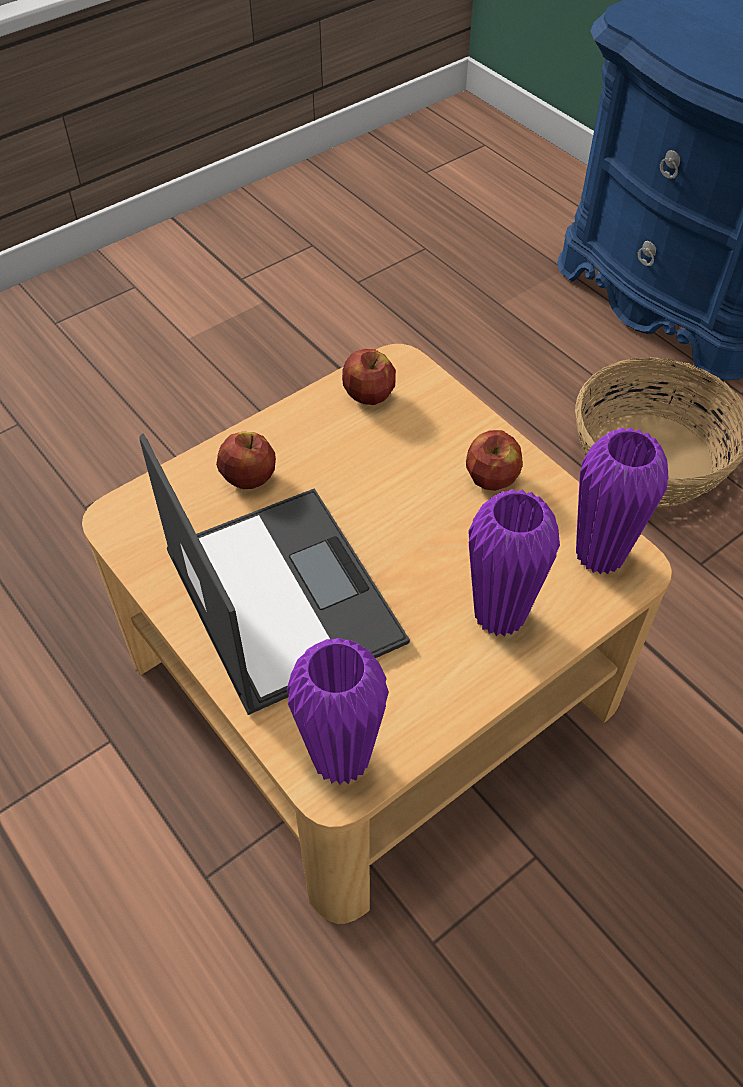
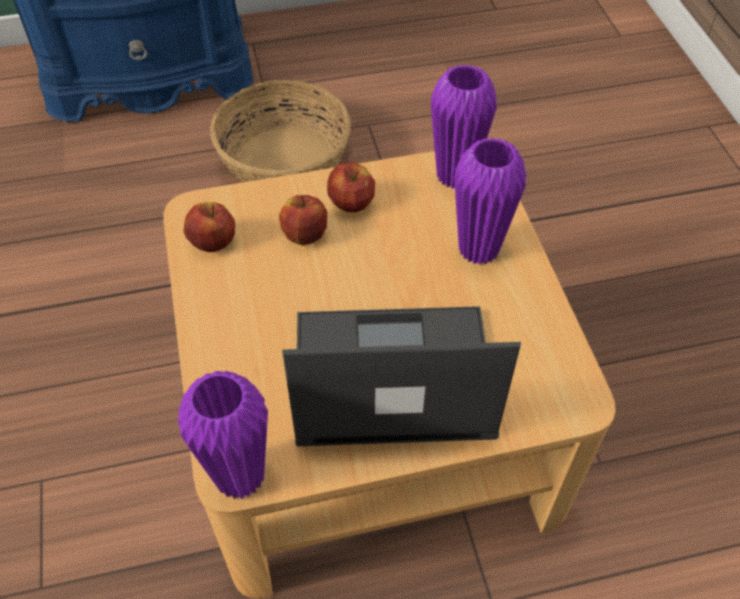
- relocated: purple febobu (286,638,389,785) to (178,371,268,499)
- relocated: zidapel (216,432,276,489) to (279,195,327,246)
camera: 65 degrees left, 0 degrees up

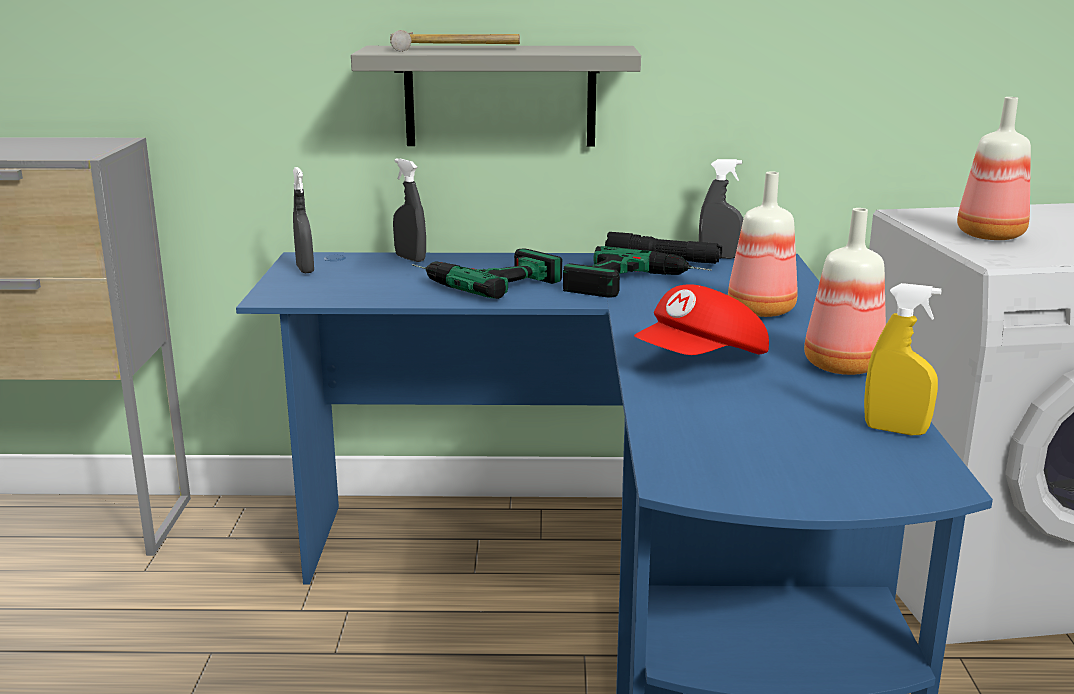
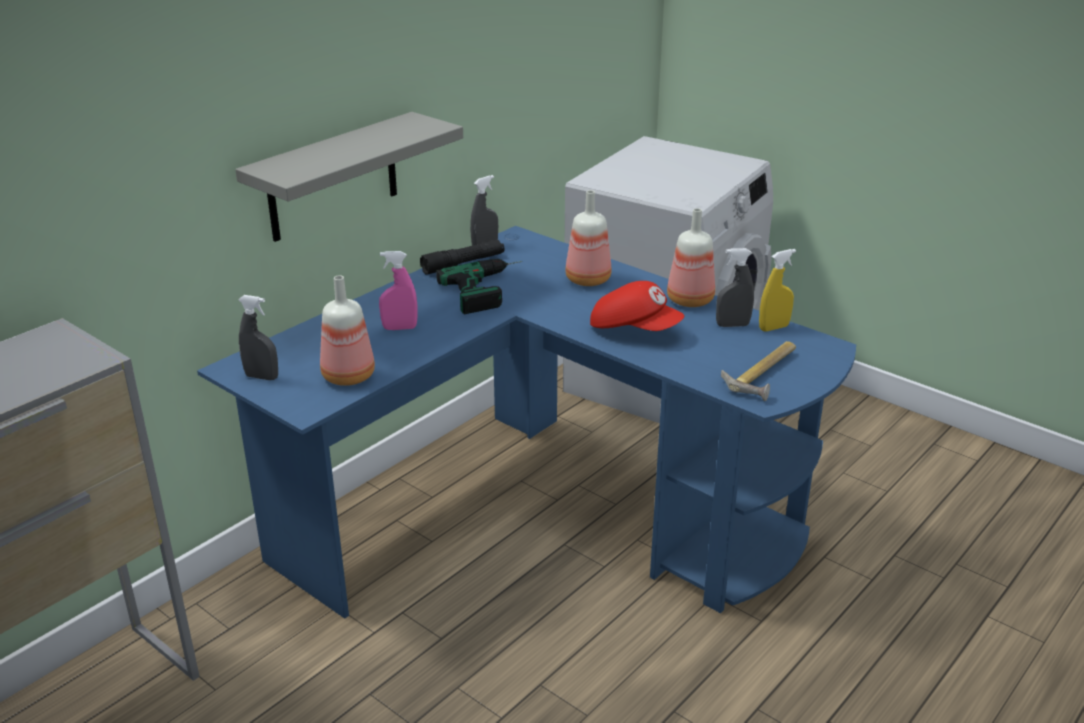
- relocated: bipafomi (957,97,1031,240) to (320,275,375,386)
- exchanged: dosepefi (412,249,562,299) to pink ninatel (379,251,418,330)
- spun: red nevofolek (634,284,769,355) = (590,281,684,331) 60 degrees counterclockwise
- relocated: grey ninatel (393,158,426,262) to (716,248,754,327)
- relocated: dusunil (390,30,520,52) to (721,341,796,401)
camera: 50 degrees left, 10 degrees up

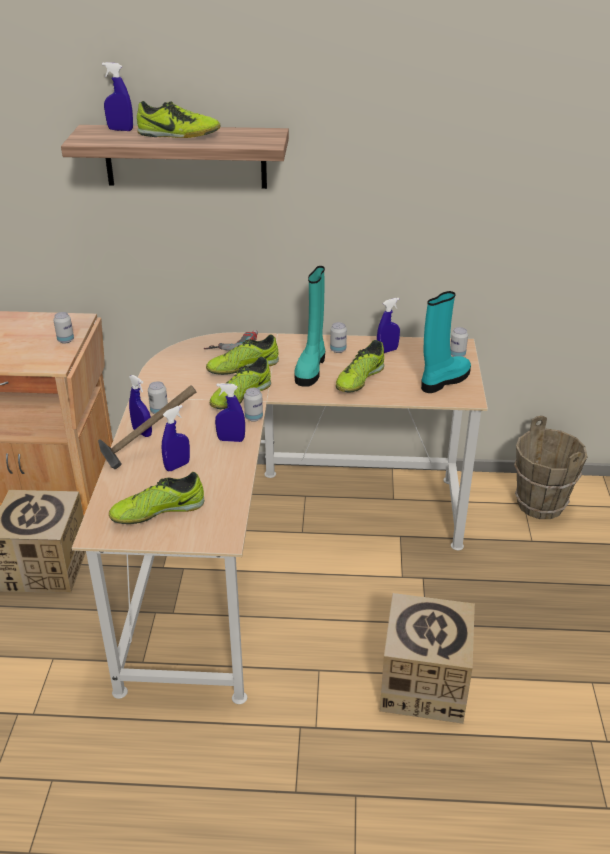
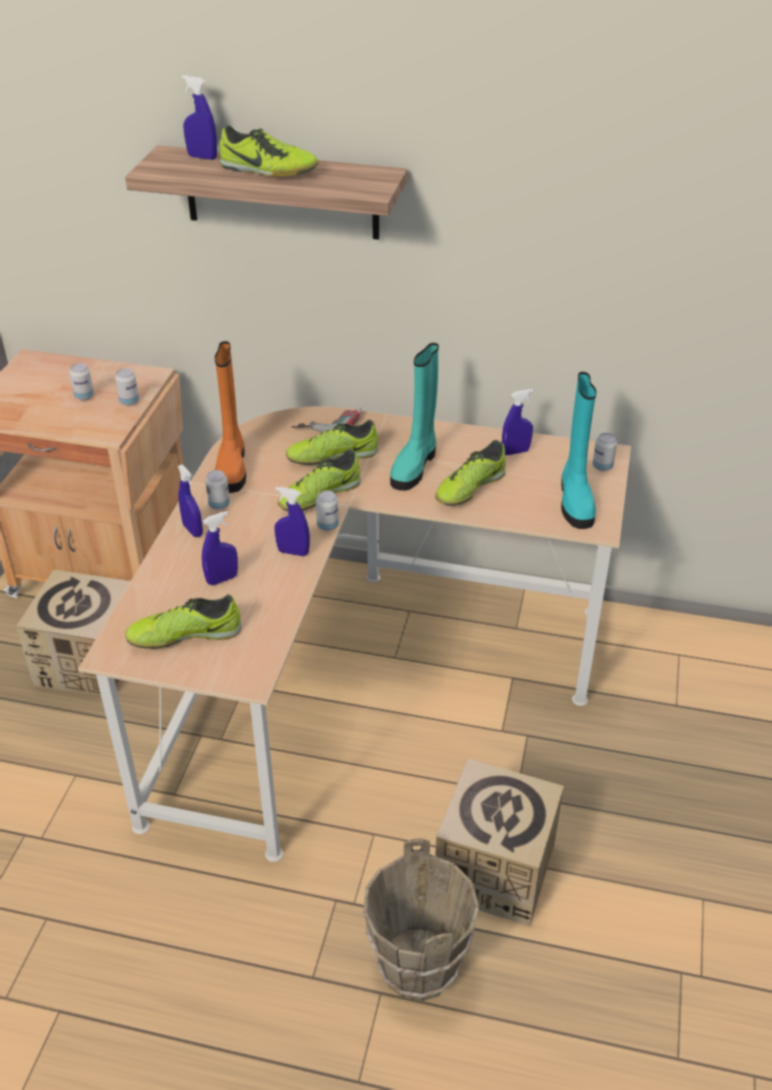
- relocated: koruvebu (330,322,347,353) to (69,363,94,401)
- appeared: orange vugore (215,341,246,493)
- relocated: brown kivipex (514,416,587,519) to (363,839,479,1001)
- spun: turquoise vugore (421,291,471,393) = (561,372,597,529) 120 degrees clockwise
- missing: dusunil (98,385,196,469)
camera: 10 degrees right, 5 degrees up

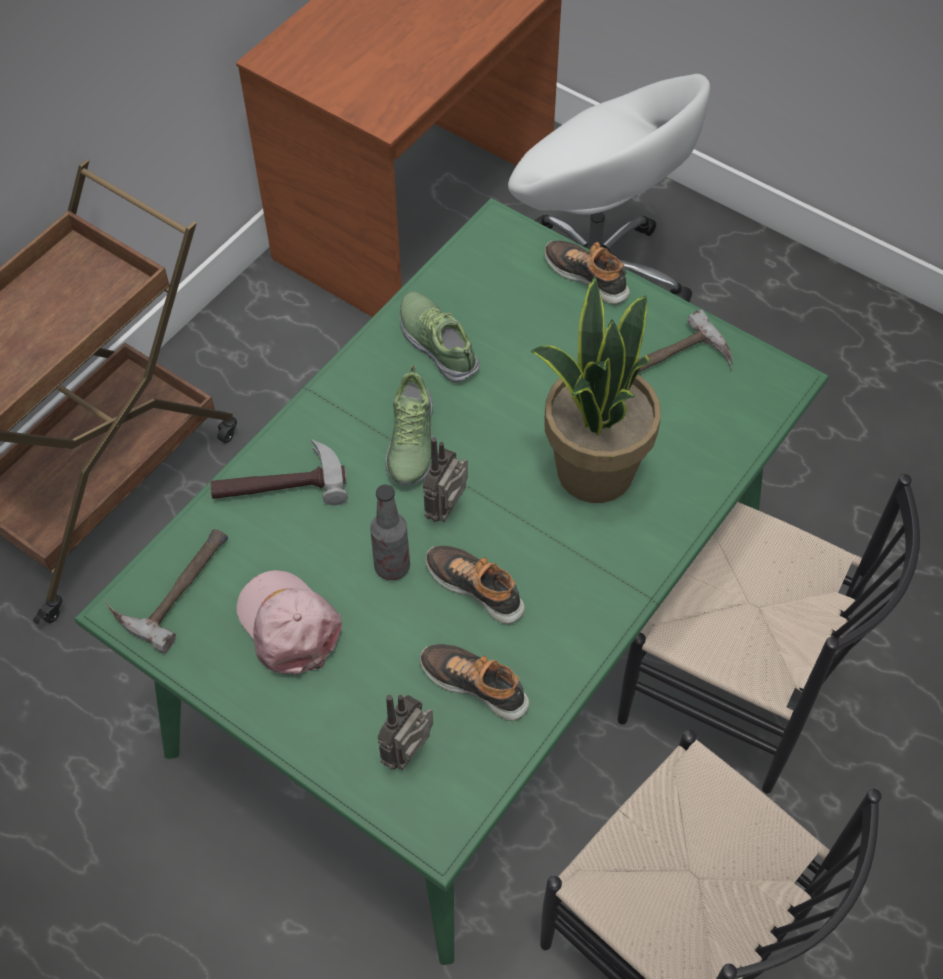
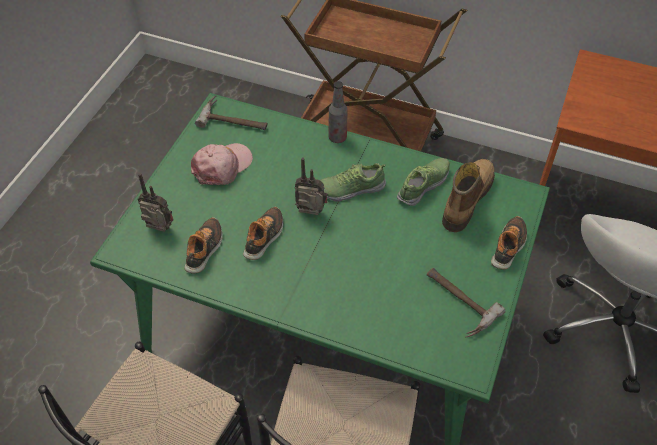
- relocated: bipafomi (370,485,410,580) to (328,81,347,143)
- appeared: vugore (442,159,495,232)
- missing: dusunil (210,440,348,505)
- missing: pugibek (530,276,661,503)
camera: 75 degrees right, 5 degrees down

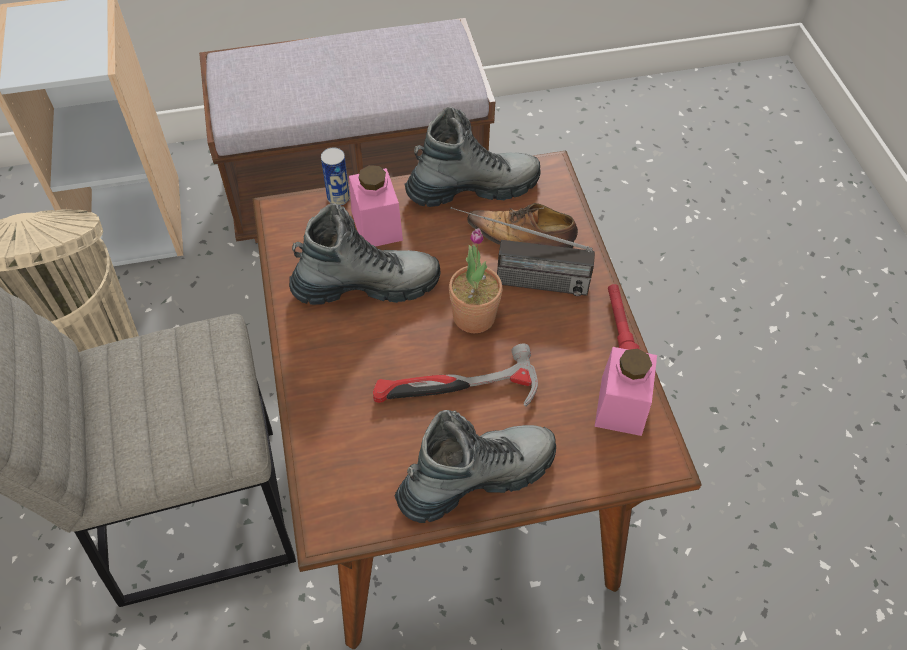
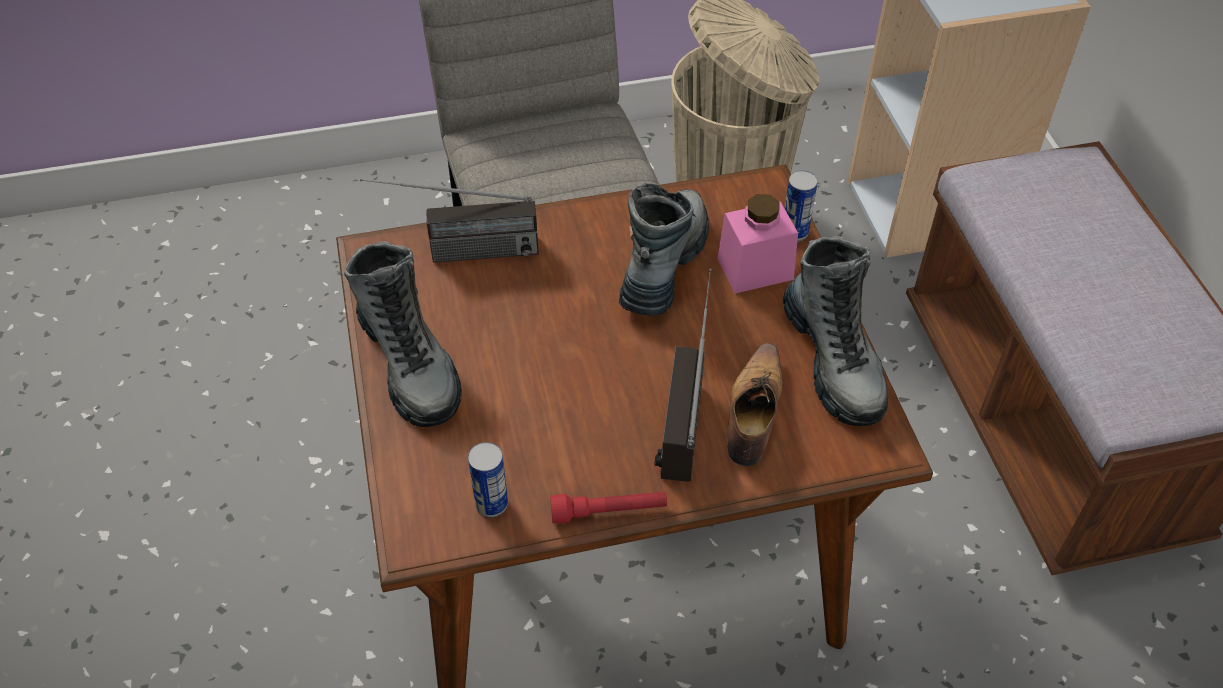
- appeared: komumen (360,179,539,263)
- exchanged: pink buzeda (595,347,657,436) to koruvebu (468,442,508,518)
- spun: vugore (289,203,441,305) = (619,183,709,316) 150 degrees counterclockwise
- missing: dusunil (373,344,538,407)
- missing: pugibek (449,228,502,333)
camera: 90 degrees right, 5 degrees down

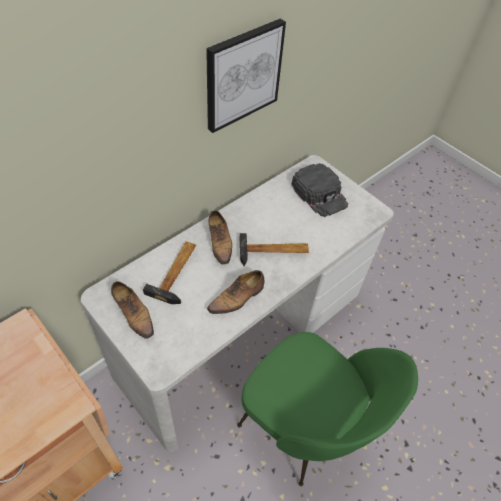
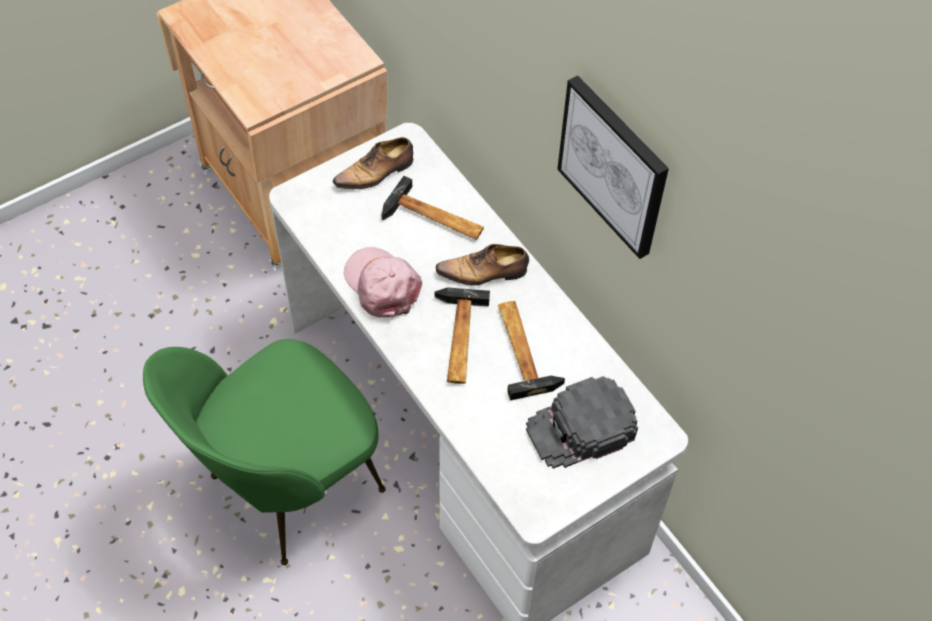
- exchanged: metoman (207,270,265,314) to pink nevofolek (344,247,422,318)
- appeared: dusunil (498,301,565,401)
camera: 100 degrees right, 5 degrees up

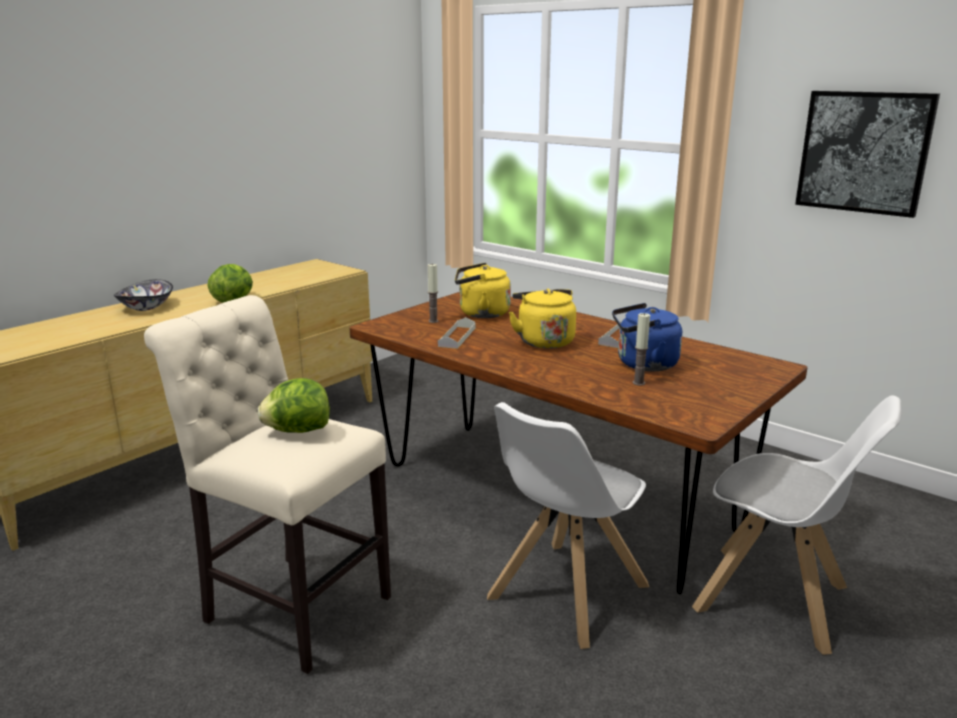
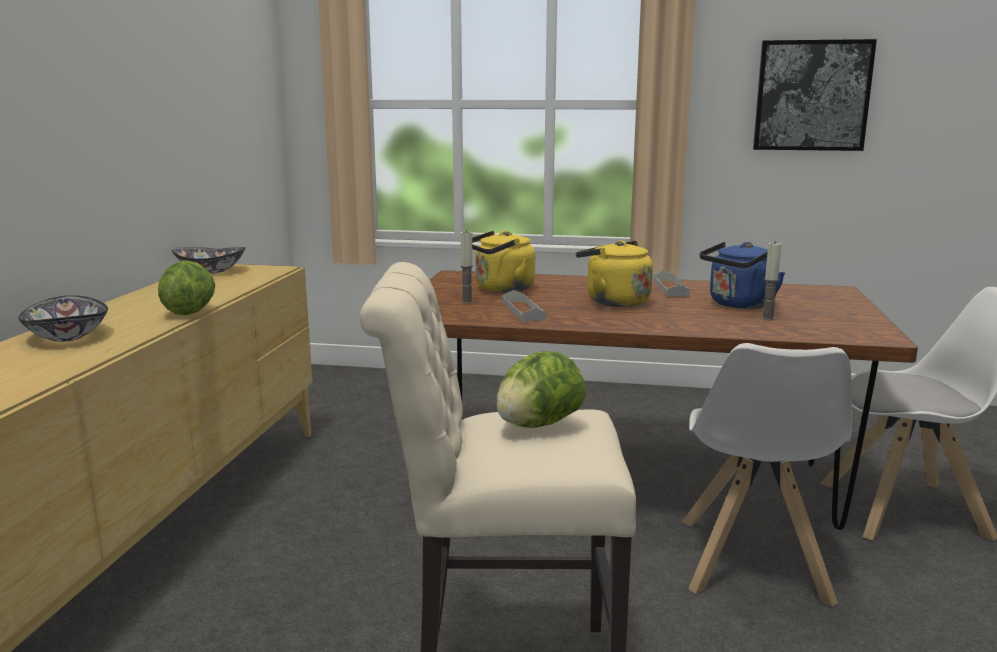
- appeared: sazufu (172,247,246,274)
camera: 30 degrees left, 5 degrees down

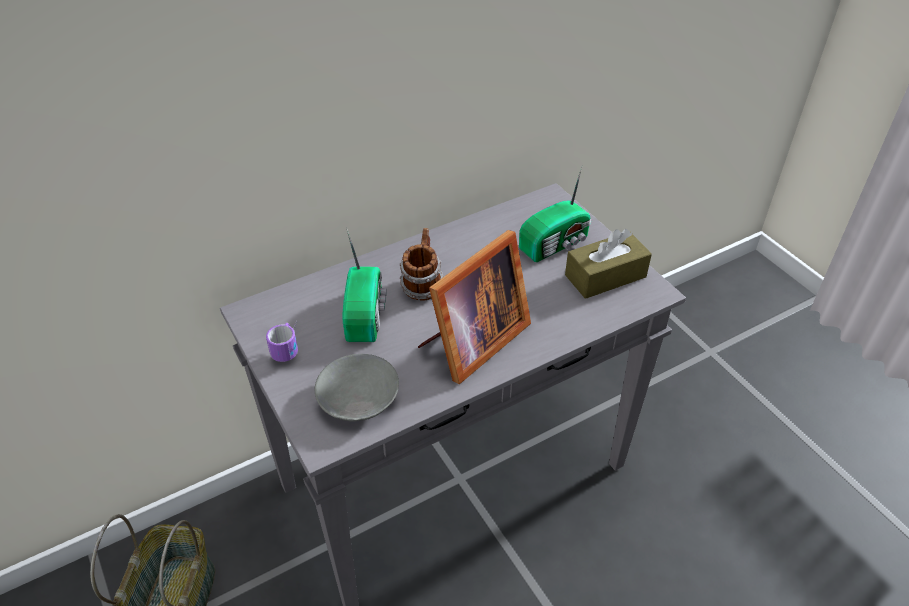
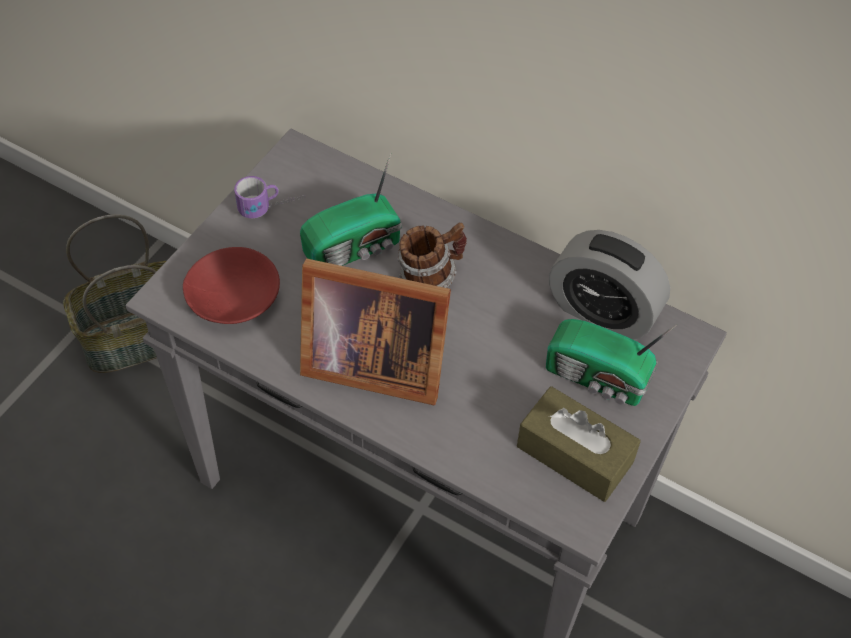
- colour: grey sazufu (315,354,399,422) to red sazufu (183,247,280,324)
- appeared: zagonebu (549,230,670,340)
camera: 60 degrees right, 10 degrees up

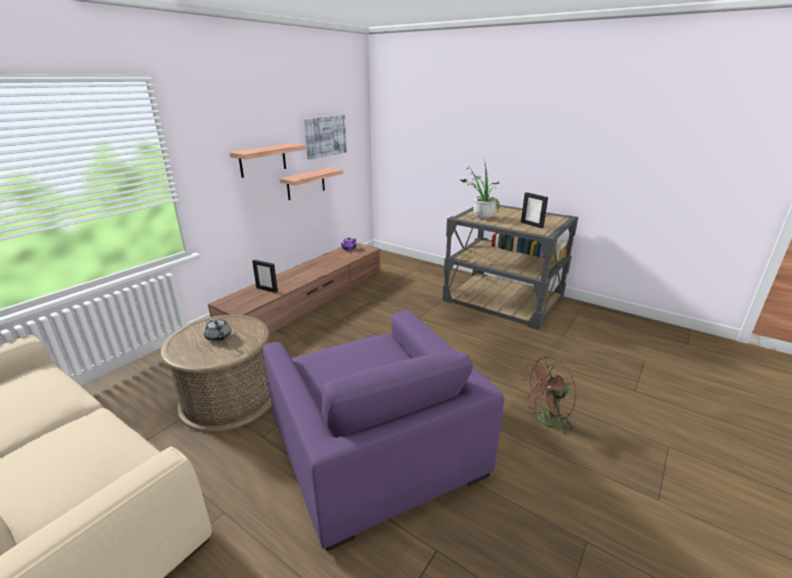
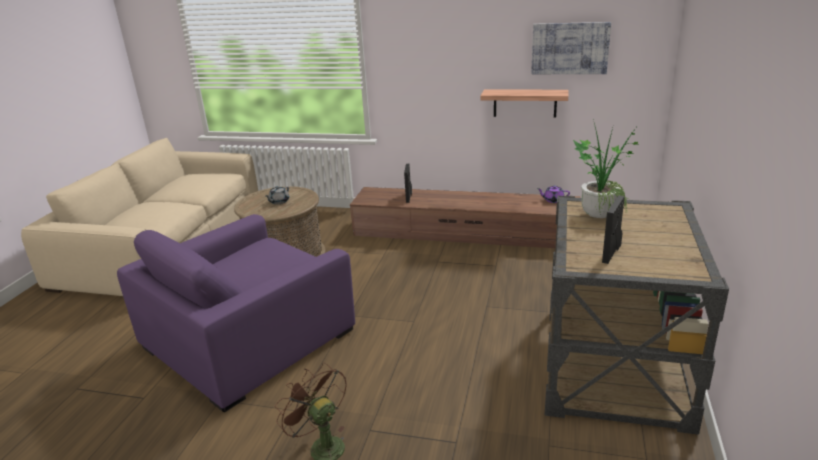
- missing: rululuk (229,143,306,178)
camera: 70 degrees right, 0 degrees up

